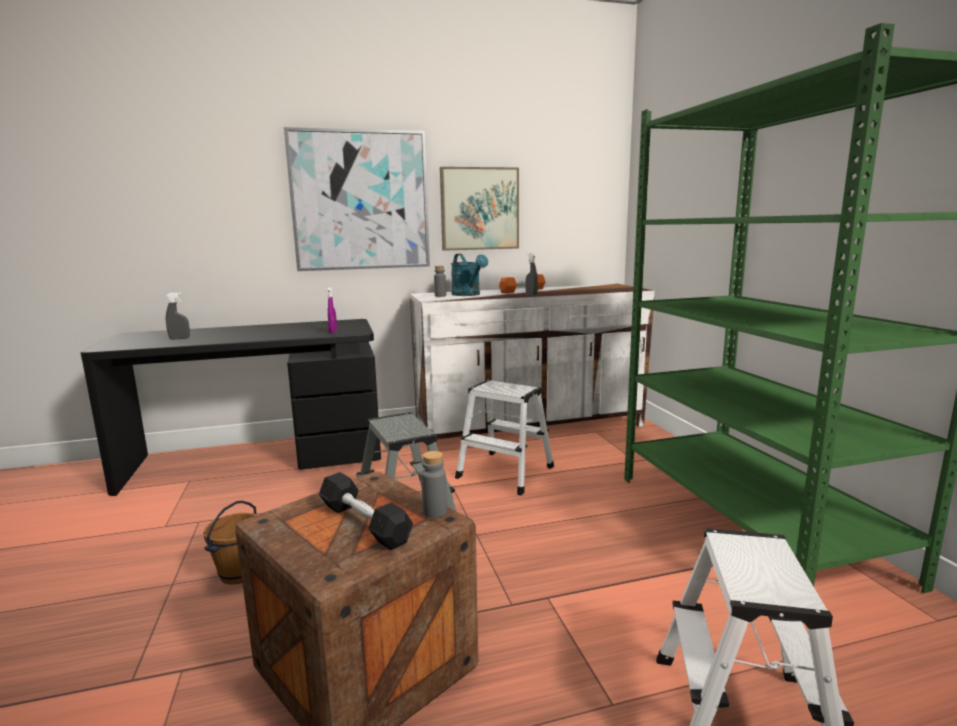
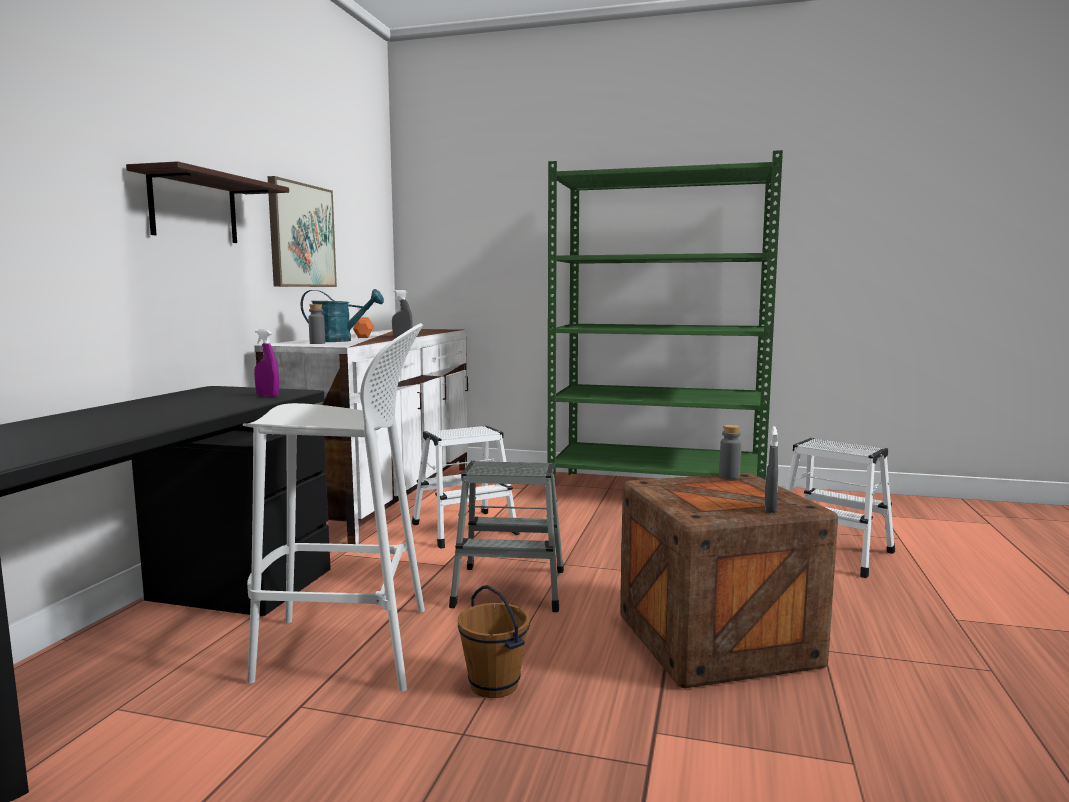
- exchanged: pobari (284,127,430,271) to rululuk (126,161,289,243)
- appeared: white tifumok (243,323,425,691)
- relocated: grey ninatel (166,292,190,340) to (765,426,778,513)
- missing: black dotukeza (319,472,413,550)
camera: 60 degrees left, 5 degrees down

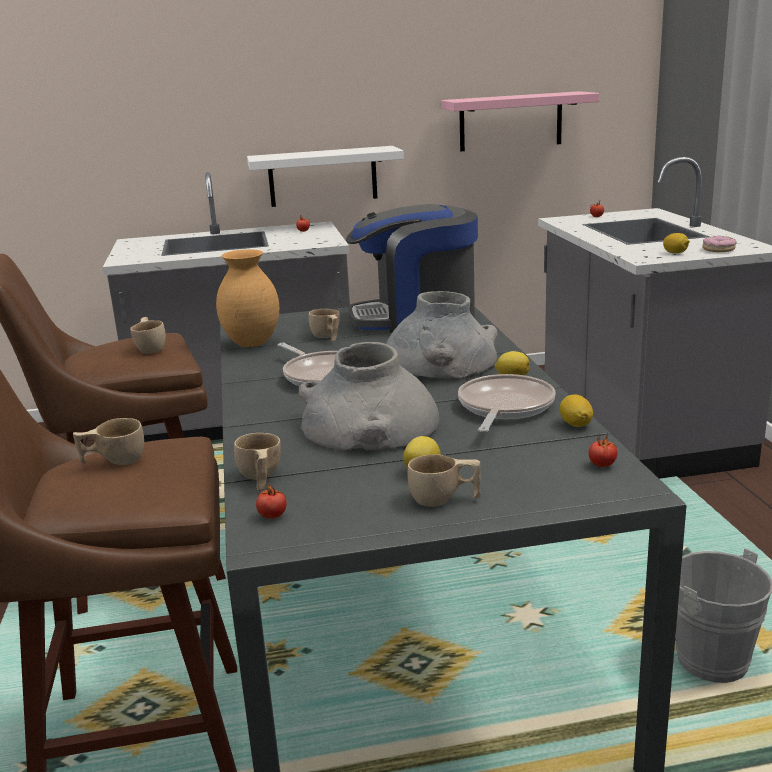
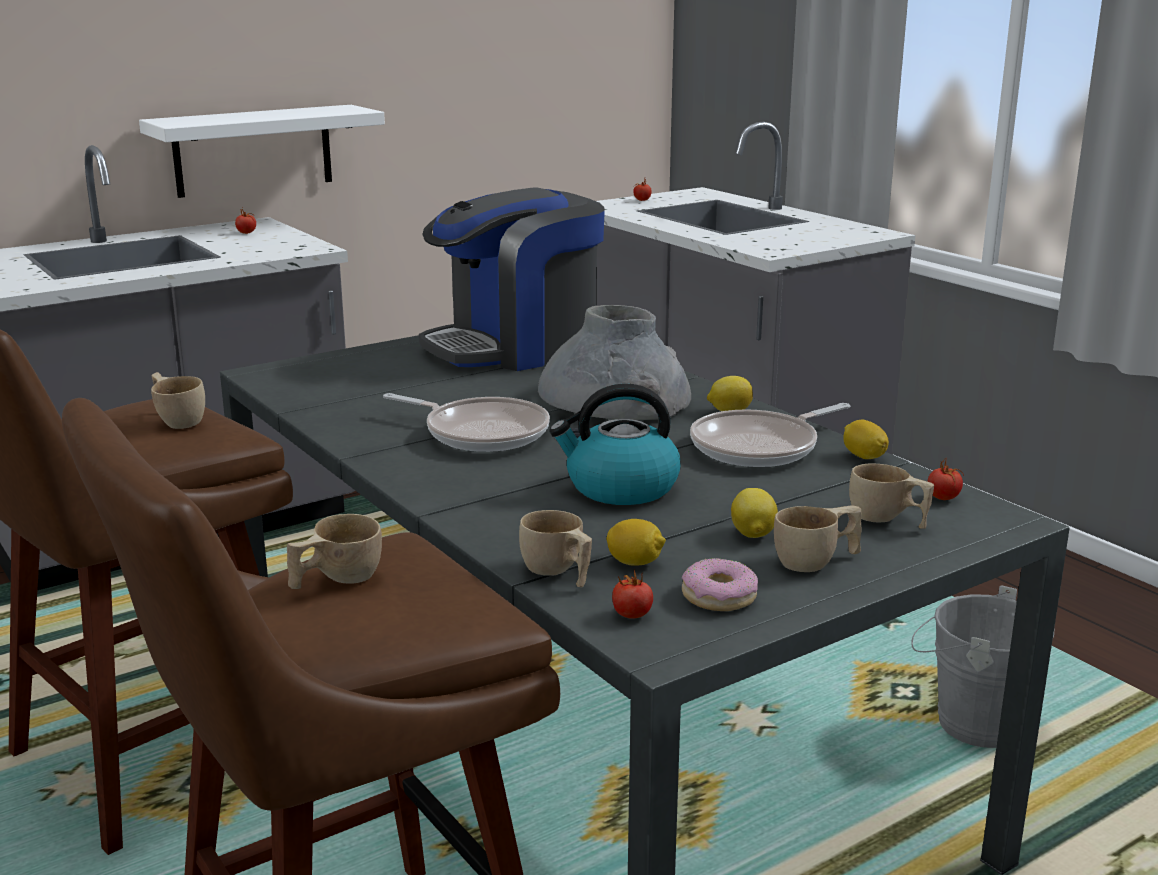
- exchanged: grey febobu (299,342,440,450) to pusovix (549,384,681,505)
- relocated: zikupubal (663,233,690,253) to (607,519,666,566)
- relocated: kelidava (702,236,737,252) to (682,558,758,611)
- spun: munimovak (458,374,556,432) = (690,403,850,467) 120 degrees counterclockwise
- relocated: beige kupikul (309,309,340,342) to (849,464,934,529)
- missing: brown febobu (216,249,279,347)
- missing: pink rululuk (441,91,600,151)
camera: 25 degrees left, 0 degrees up

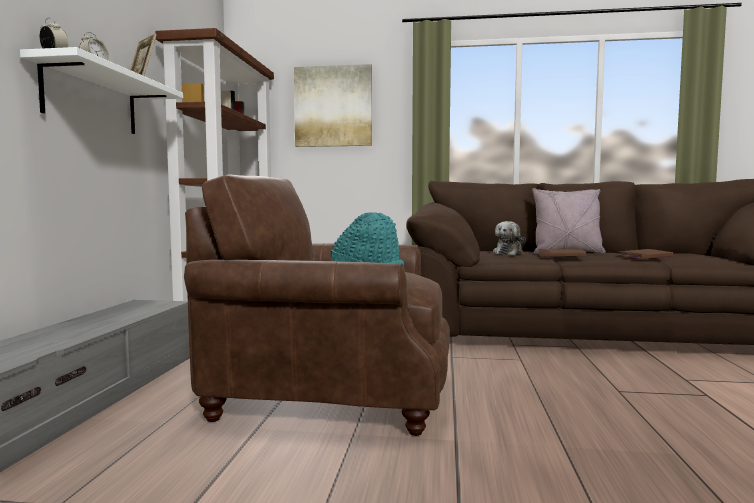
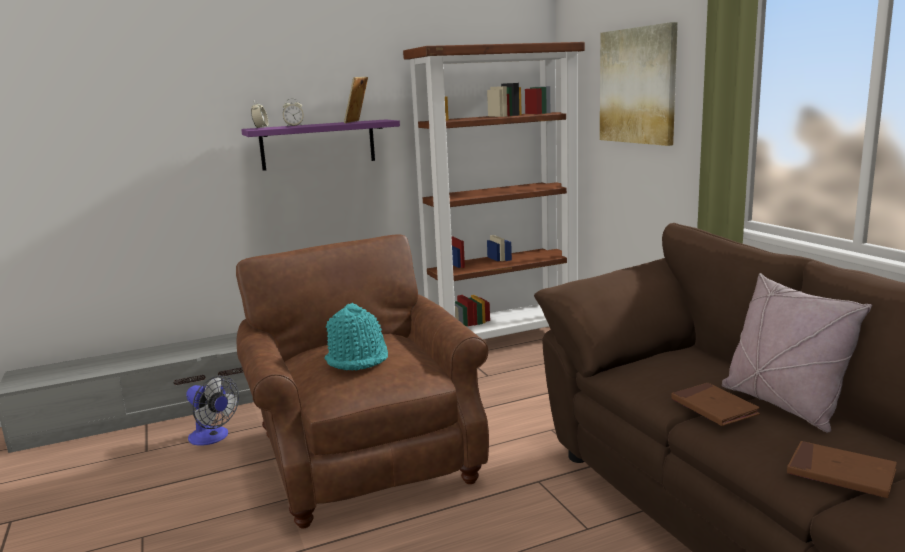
- appeared: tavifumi (186,375,239,445)
- colour: white rululuk (20,47,183,134) to purple rululuk (241,119,400,171)
- missing: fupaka (493,221,525,255)
camera: 60 degrees right, 10 degrees up

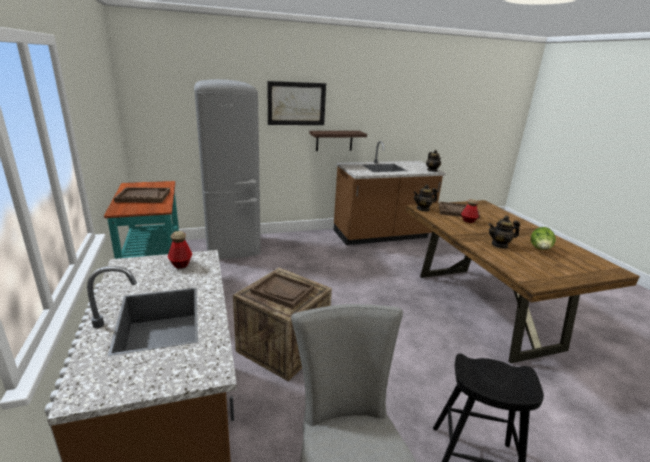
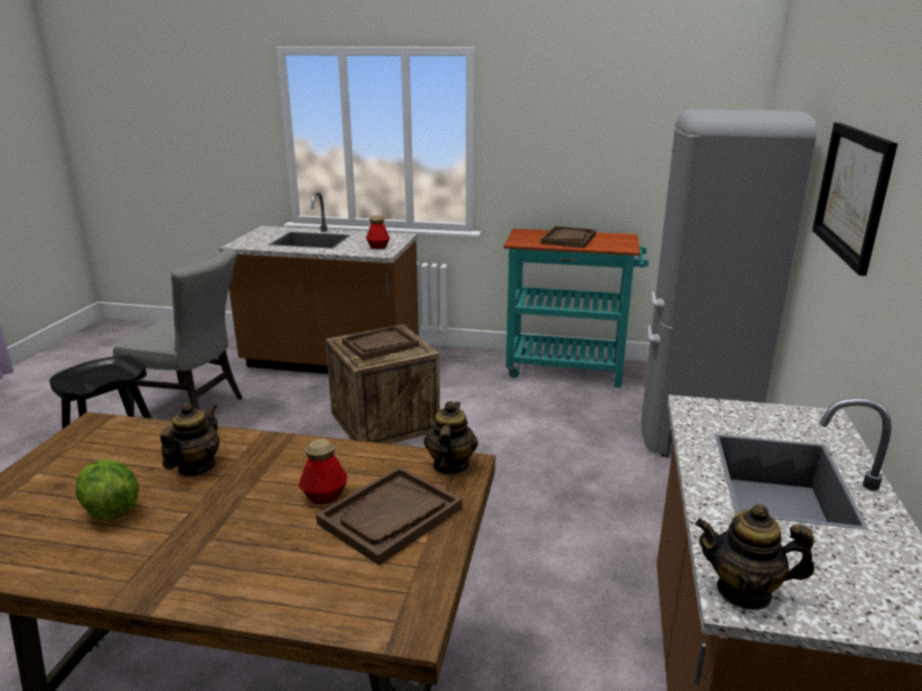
- missing: rululuk (309,131,367,151)
camera: 120 degrees right, 0 degrees up

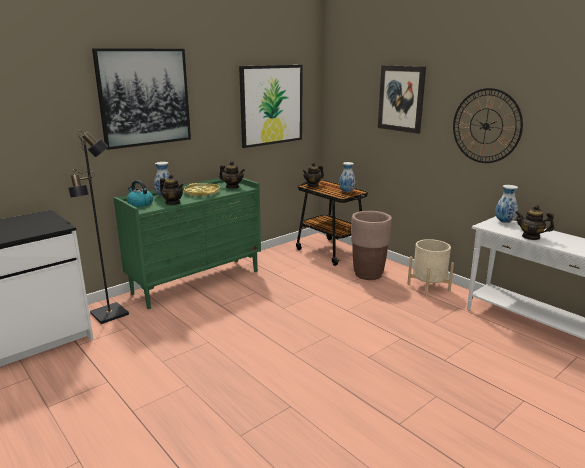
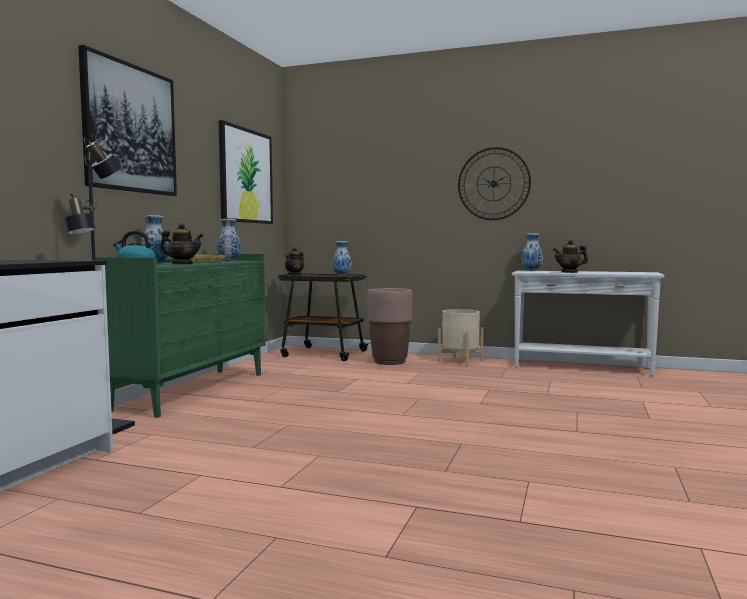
- exchanged: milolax (219,161,245,188) to febobu (217,219,241,261)
- missing: pobari (378,65,426,134)
camera: 30 degrees left, 15 degrees down

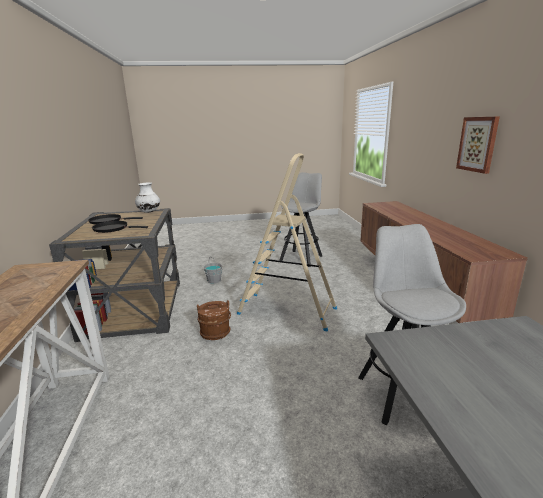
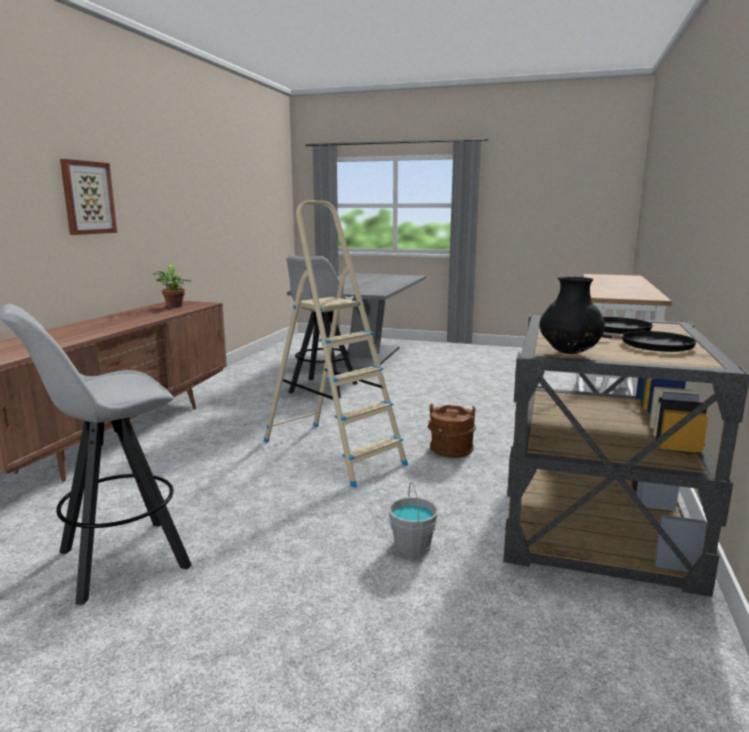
- appeared: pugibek (153,265,192,308)
- colour: white febobu (135,182,160,213) to black febobu (539,277,605,354)
camera: 155 degrees left, 5 degrees down

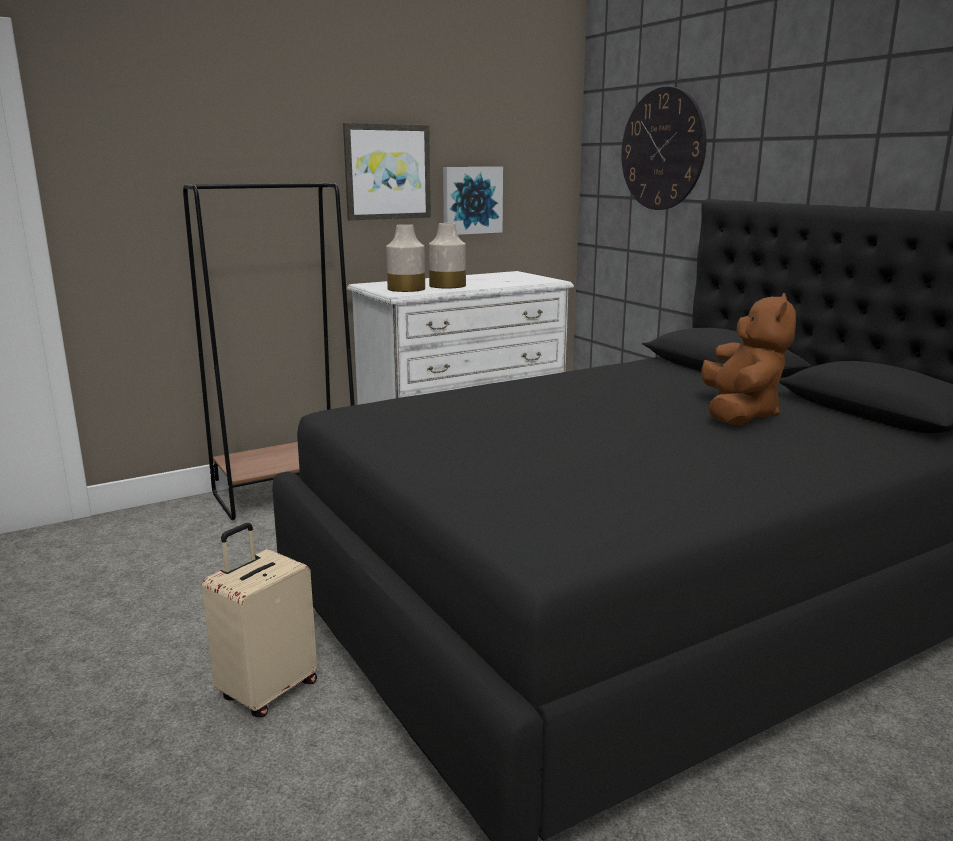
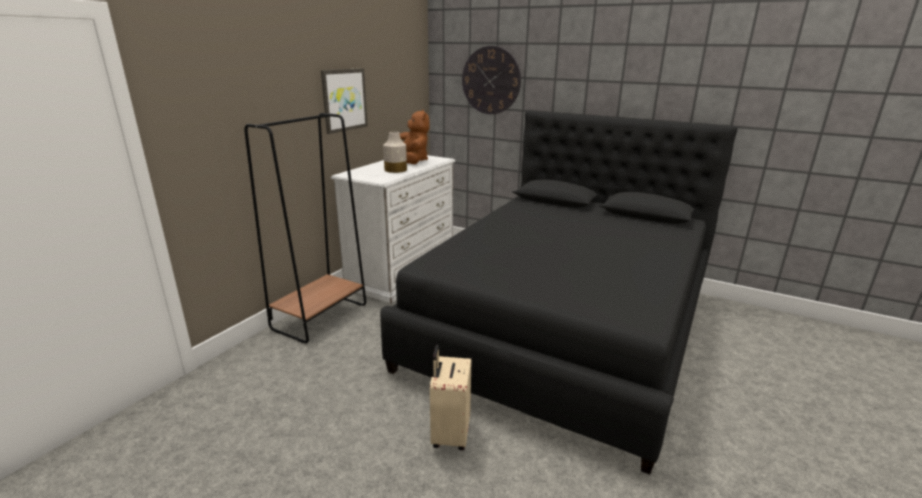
- relocated: brown fupaka (701,293,796,425) to (400,109,430,164)
- missing: beige febobu (386,224,425,292)
- missing: pobari (443,167,503,235)
camera: 30 degrees left, 5 degrees up

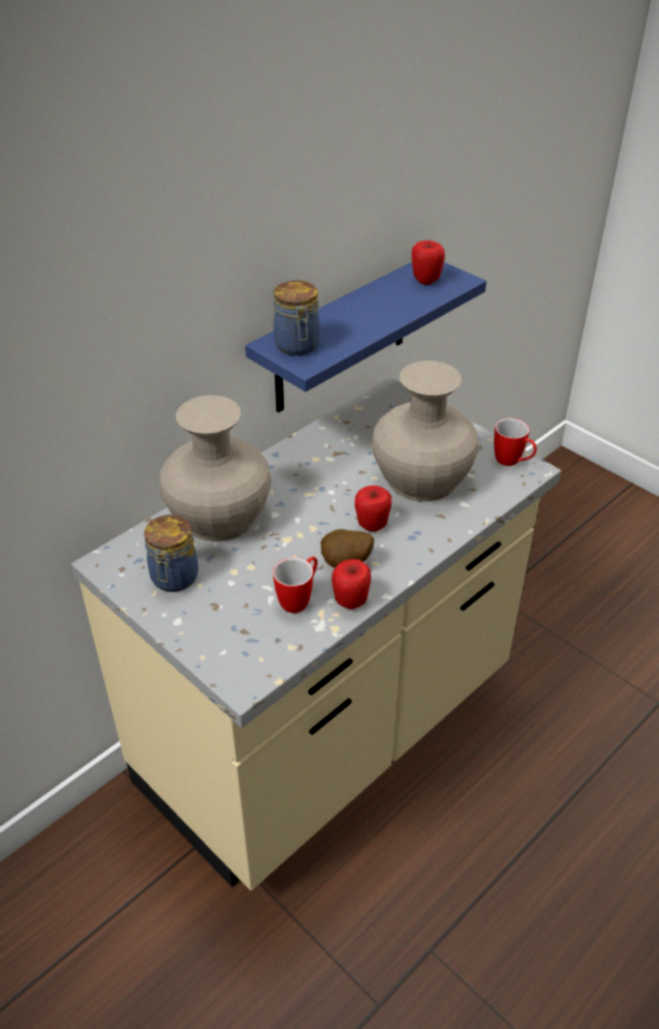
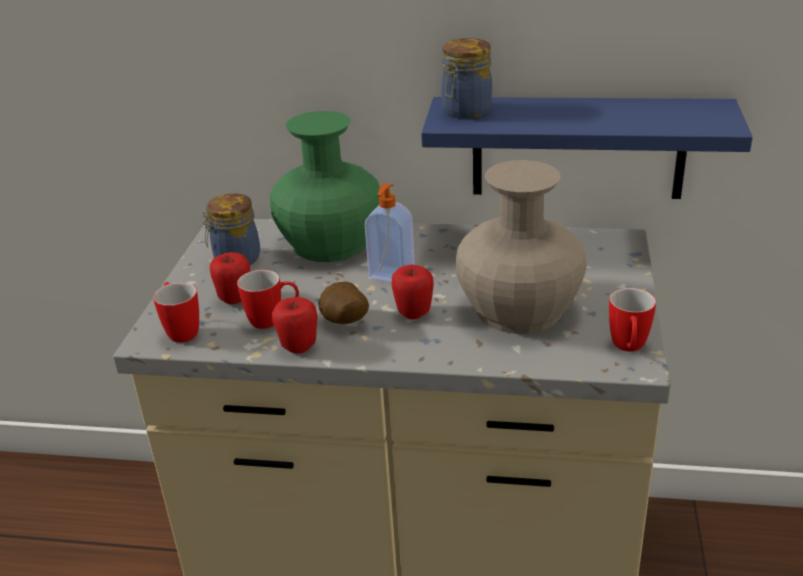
- appeared: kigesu (153,282,199,343)
- relocated: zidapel (412,240,445,285) to (210,252,250,304)
- colour: beige febobu (159,395,271,542) to green febobu (270,111,380,262)
- appeared: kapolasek (365,184,415,283)
camera: 55 degrees right, 10 degrees down

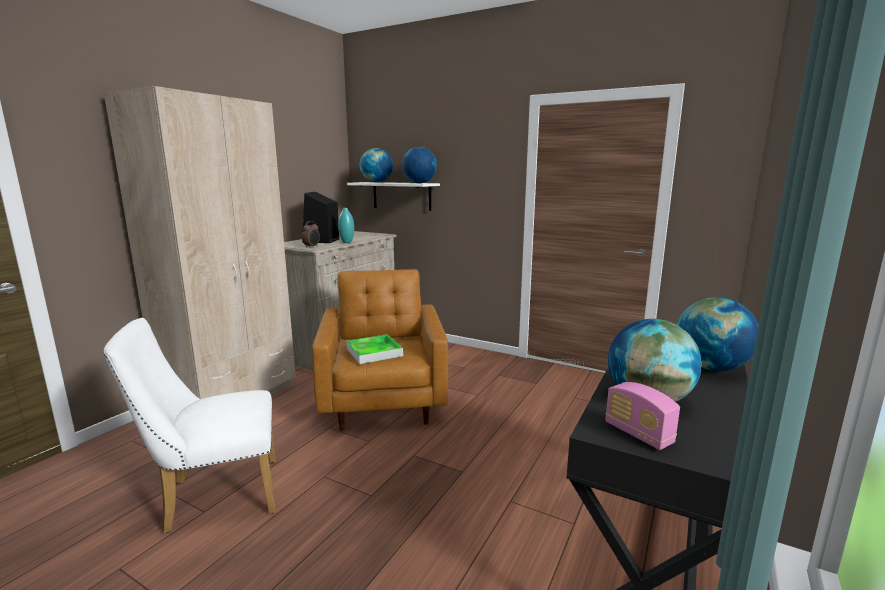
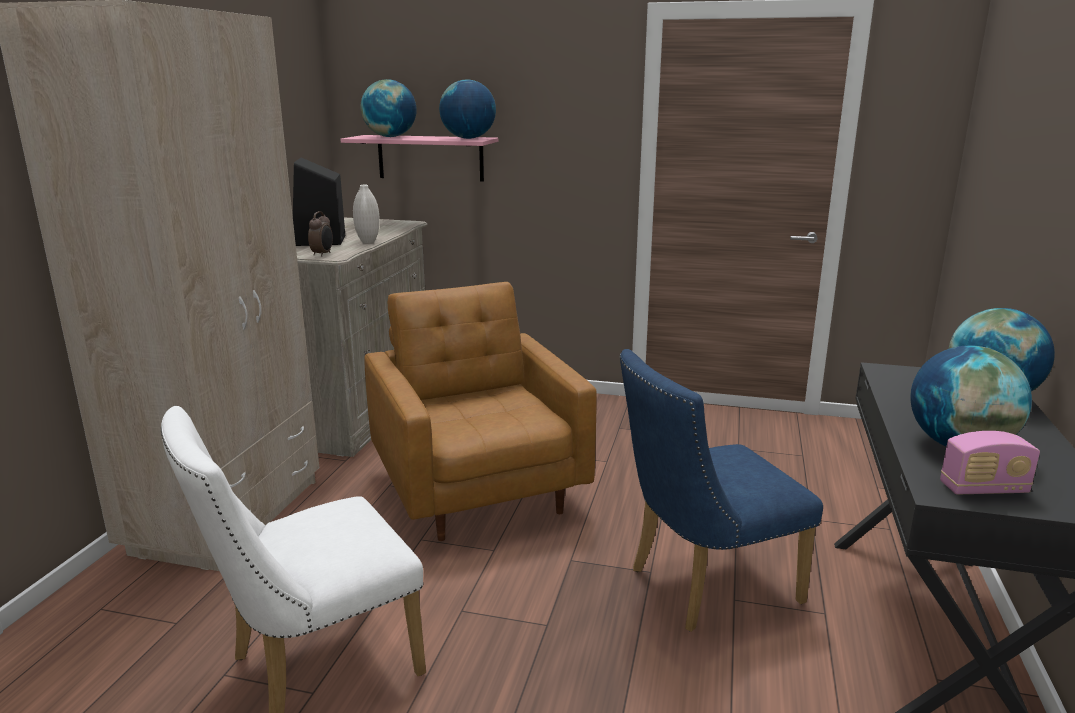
- colour: white rululuk (347,182,440,211) to pink rululuk (340,135,498,182)
- colour: turquoise febobu (338,208,354,243) to white febobu (353,185,380,243)
- appeared: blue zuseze (620,349,823,632)
- spun: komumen (606,382,680,450) = (940,431,1040,495) 45 degrees counterclockwise
- missing: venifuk (346,334,403,364)
camera: 15 degrees left, 5 degrees up

